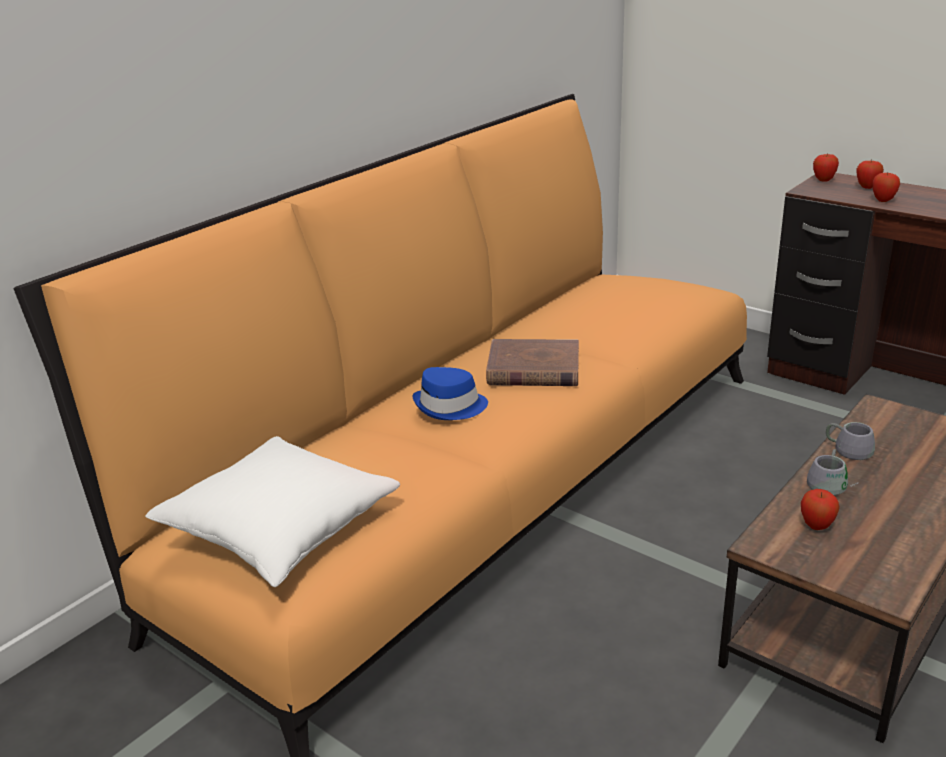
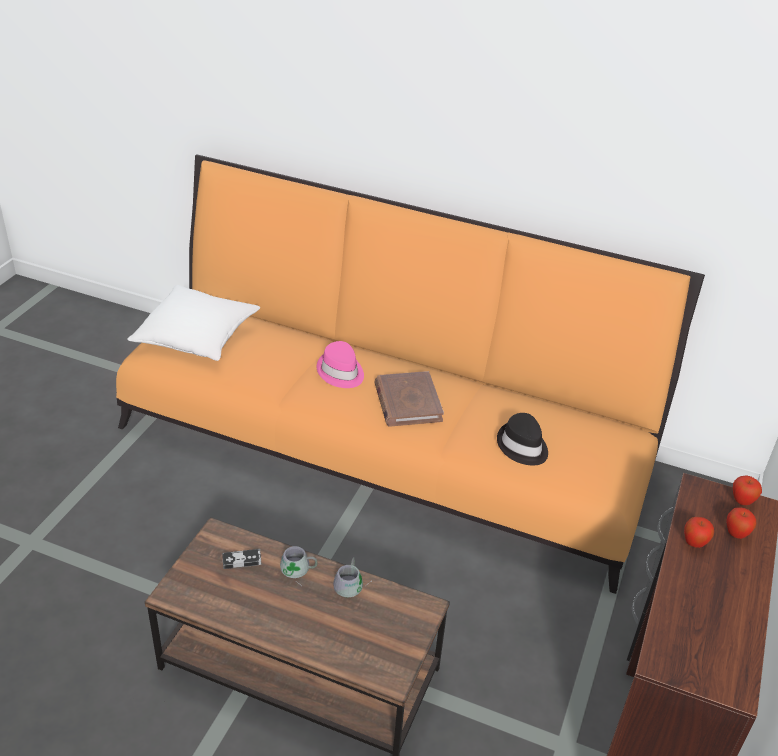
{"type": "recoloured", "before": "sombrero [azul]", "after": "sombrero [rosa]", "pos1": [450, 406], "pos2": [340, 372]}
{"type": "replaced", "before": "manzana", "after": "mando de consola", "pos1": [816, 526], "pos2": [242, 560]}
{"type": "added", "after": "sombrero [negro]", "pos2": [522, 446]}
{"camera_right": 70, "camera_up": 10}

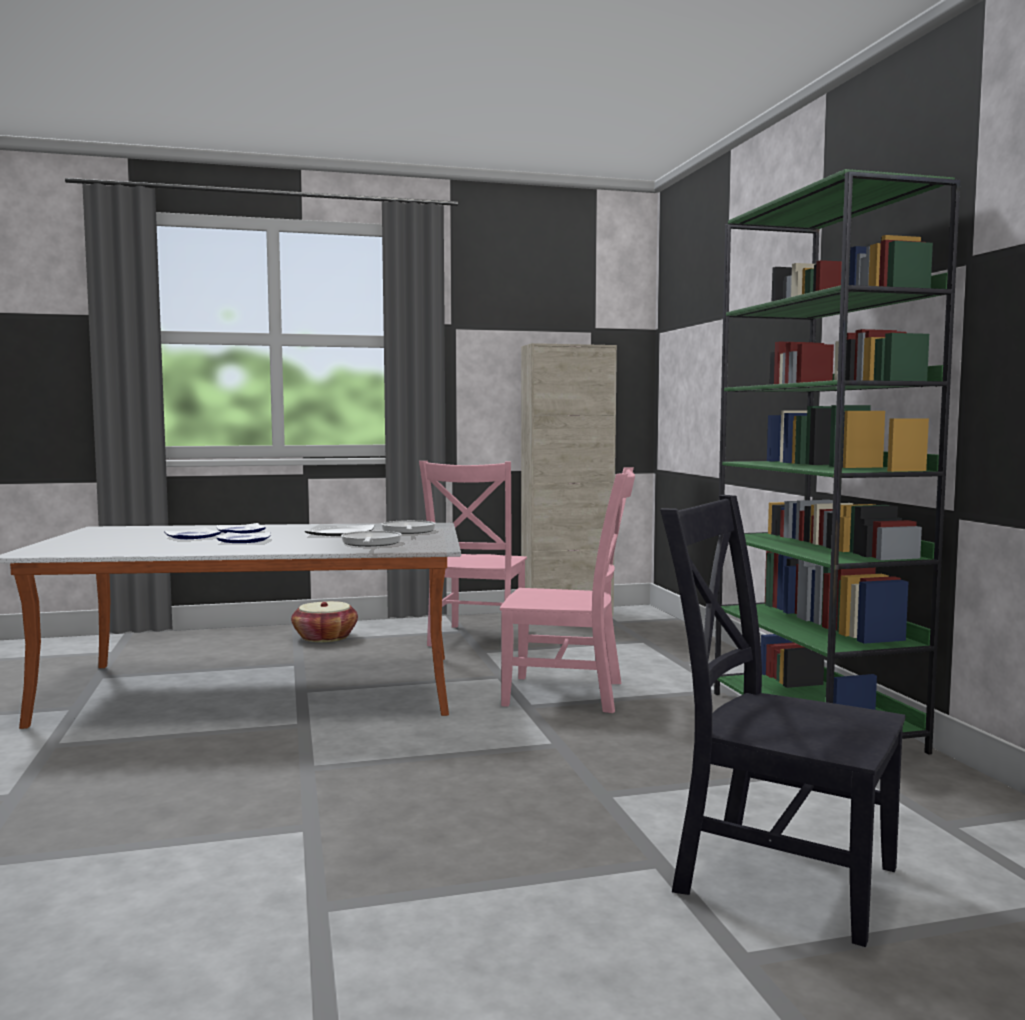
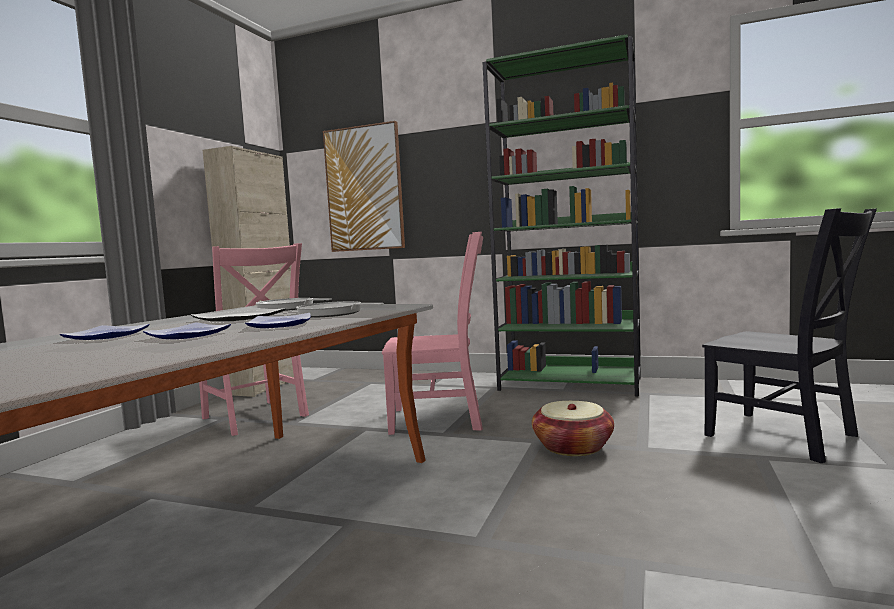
{"type": "moved", "before": "plato", "pos1": [194, 537], "pos2": [281, 324]}
{"type": "moved", "before": "cesta", "pos1": [325, 637], "pos2": [573, 447]}
{"type": "turned", "before": "silla [rosa]", "pos1": [570, 694], "pos2": [441, 419], "turn": 45}
{"type": "turned", "before": "silla [negro]", "pos1": [776, 875], "pos2": [786, 437], "turn": -105}
{"type": "added", "after": "cuadro", "pos2": [364, 189]}
{"camera_right": -55, "camera_up": 0}

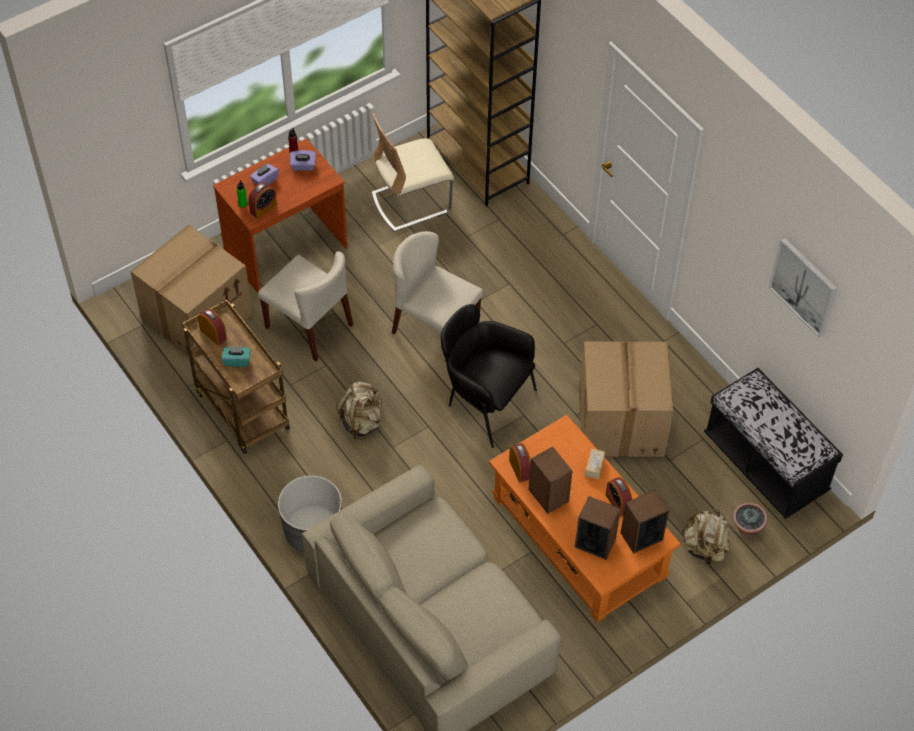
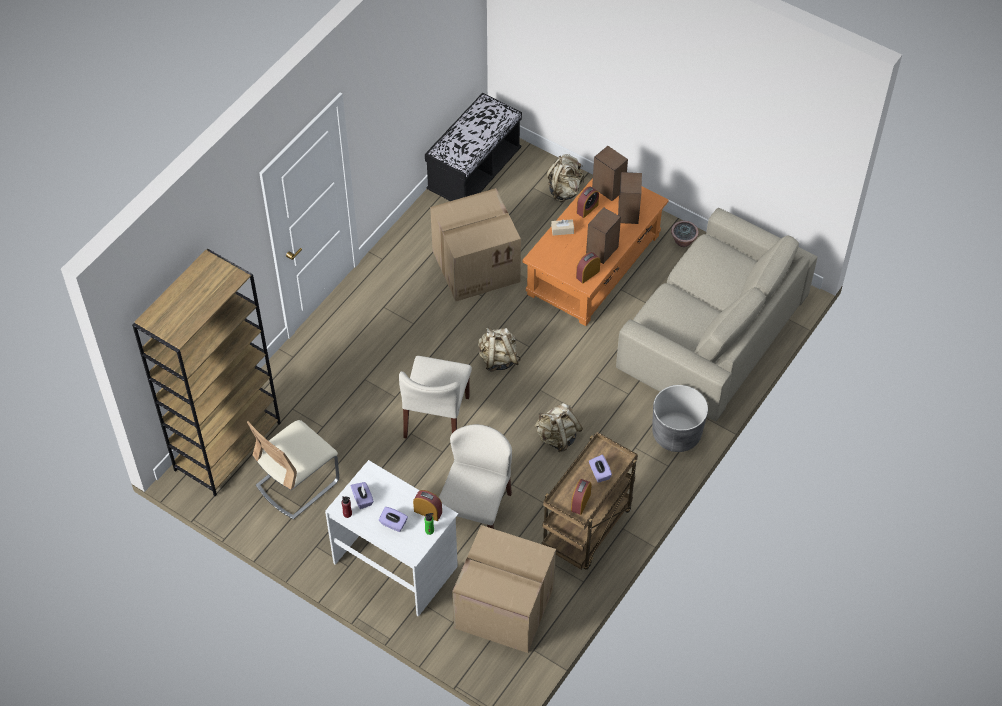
{"type": "recoloured", "before": "escritorio [marrón]", "after": "escritorio [blanco]", "pos1": [286, 251], "pos2": [396, 564]}
{"type": "recoloured", "before": "caja de pañuelos [turquesa]", "after": "caja de pañuelos [morado]", "pos1": [237, 361], "pos2": [599, 473]}
{"type": "turned", "before": "silla [beis]", "pos1": [411, 202], "pos2": [297, 483], "turn": 90}
{"type": "replaced", "before": "sillón [negro]", "after": "mochila [beis]", "pos1": [484, 402], "pos2": [498, 359]}
{"type": "moved", "before": "planta en maceta", "pos1": [747, 528], "pos2": [683, 241]}
{"type": "removed", "before": "cuadro", "pos1": [804, 286]}
{"camera_right": -110, "camera_up": 0}

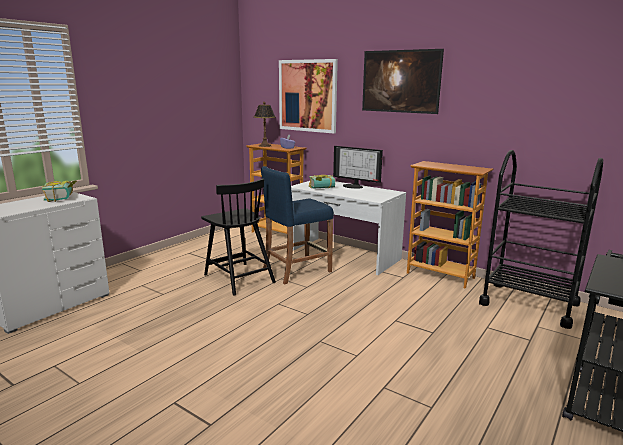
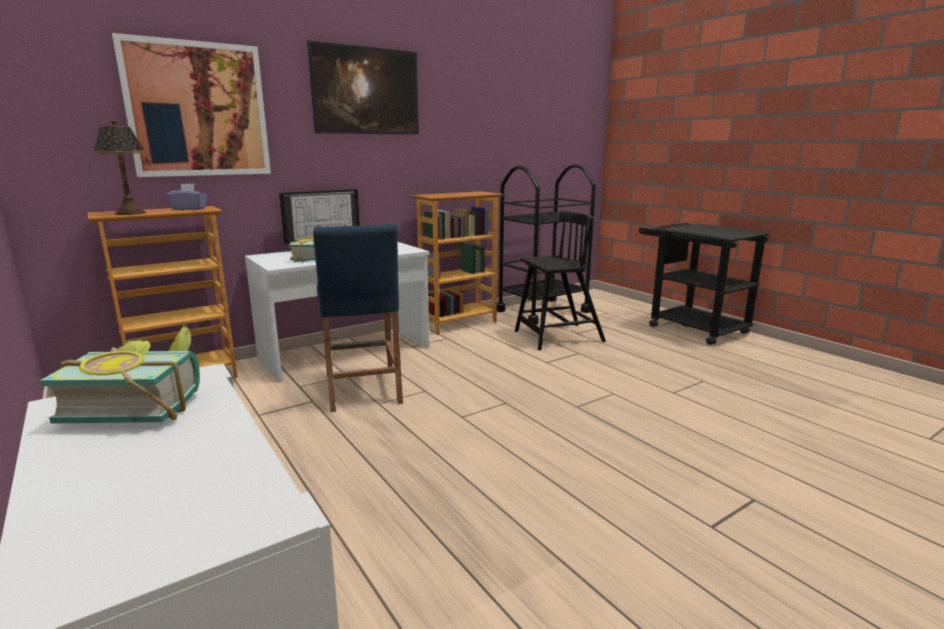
{"type": "moved", "before": "silla [negro]", "pos1": [238, 278], "pos2": [557, 337]}
{"camera_right": -70, "camera_up": 0}

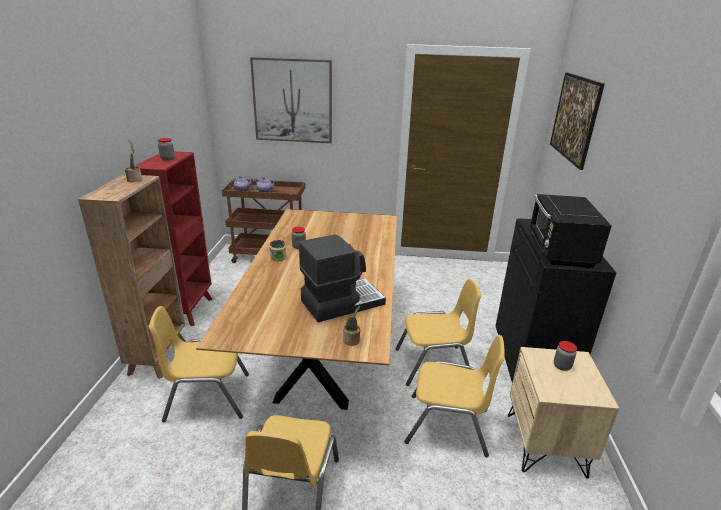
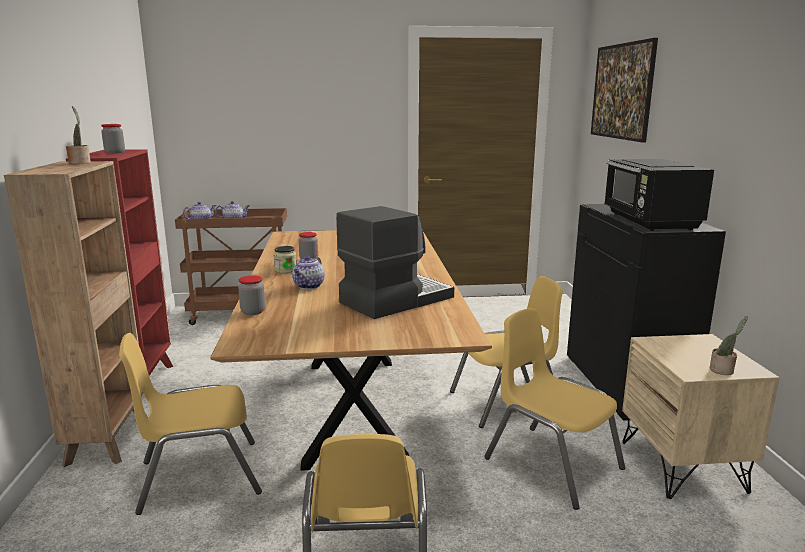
{"type": "removed", "before": "cuadro", "pos1": [292, 101]}
{"type": "moved", "before": "planta en maceta", "pos1": [352, 341], "pos2": [723, 371]}
{"type": "turned", "before": "silla [amarillo]", "pos1": [447, 426], "pos2": [552, 463], "turn": -135}
{"type": "moved", "before": "tarro", "pos1": [562, 366], "pos2": [253, 312]}
{"type": "added", "after": "tetera", "pos2": [309, 286]}
{"camera_right": -10, "camera_up": -10}

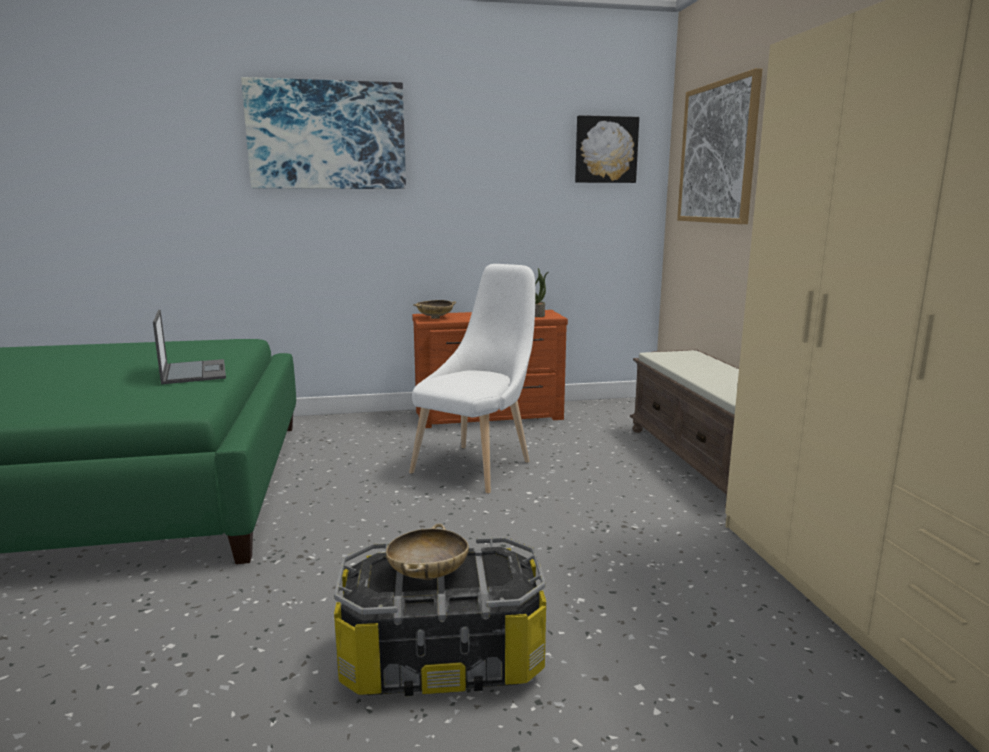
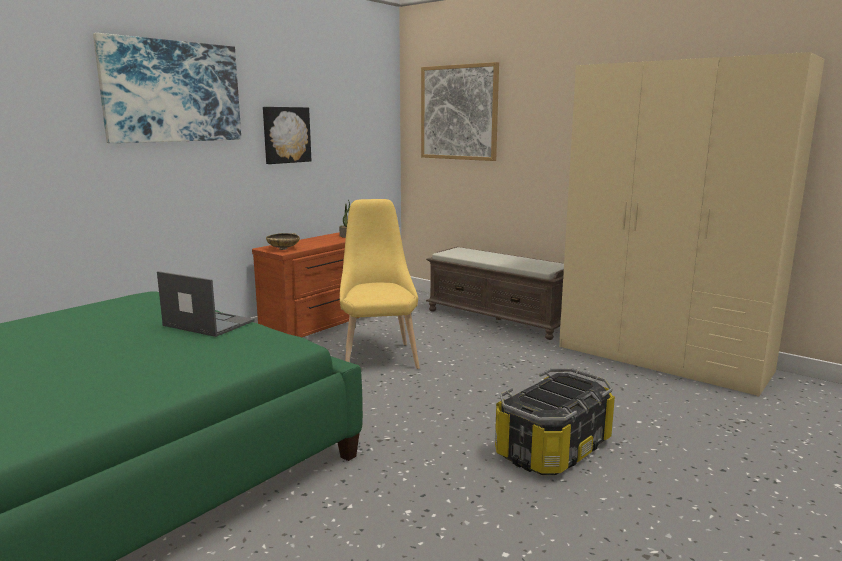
{"type": "removed", "before": "cuenco [beis]", "pos1": [427, 575]}
{"type": "recoloured", "before": "silla [blanco]", "after": "silla [amarillo]", "pos1": [477, 465], "pos2": [378, 355]}
{"type": "moved", "before": "cuadro", "pos1": [605, 150], "pos2": [286, 135]}
{"camera_right": -40, "camera_up": 0}

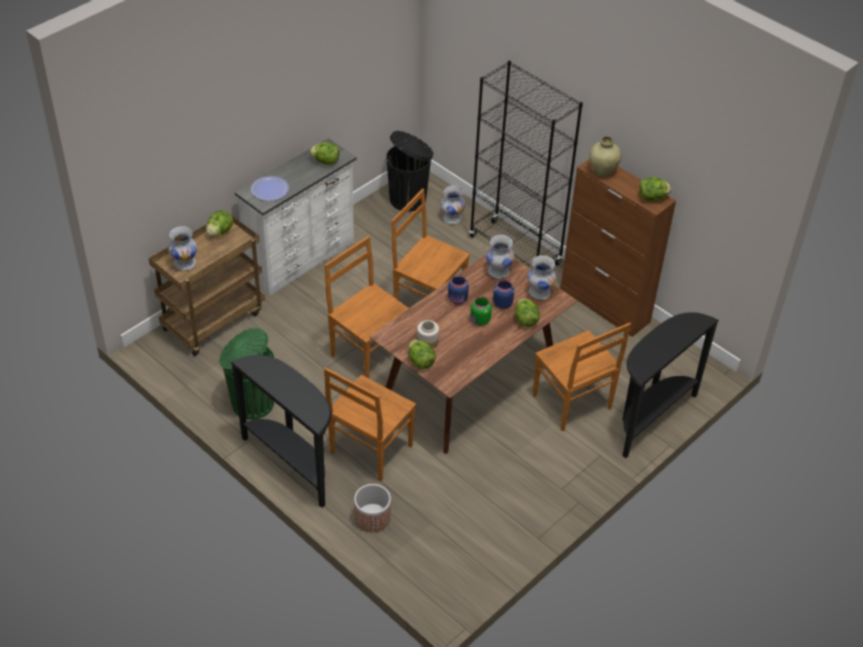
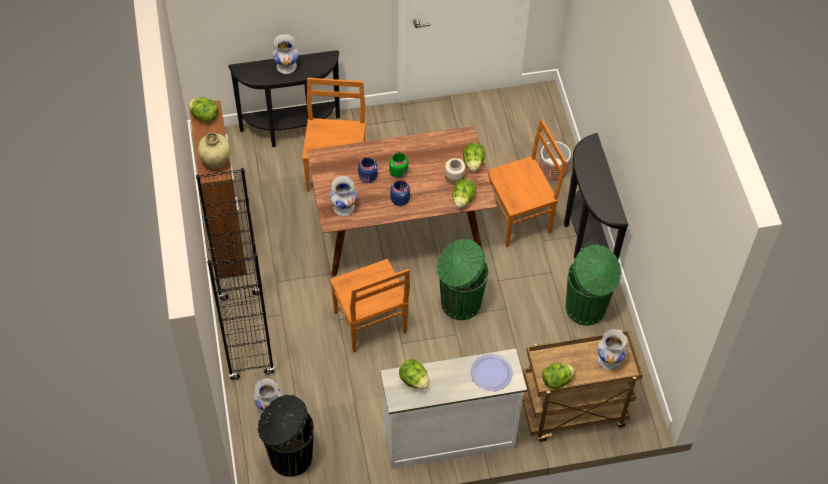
{"type": "replaced", "before": "silla [marrón]", "after": "papelera [verde]", "pos1": [368, 353], "pos2": [459, 303]}
{"type": "moved", "before": "lechuga", "pos1": [525, 320], "pos2": [463, 199]}
{"type": "moved", "before": "florero [blanco]", "pos1": [540, 293], "pos2": [286, 66]}
{"camera_right": -145, "camera_up": 10}

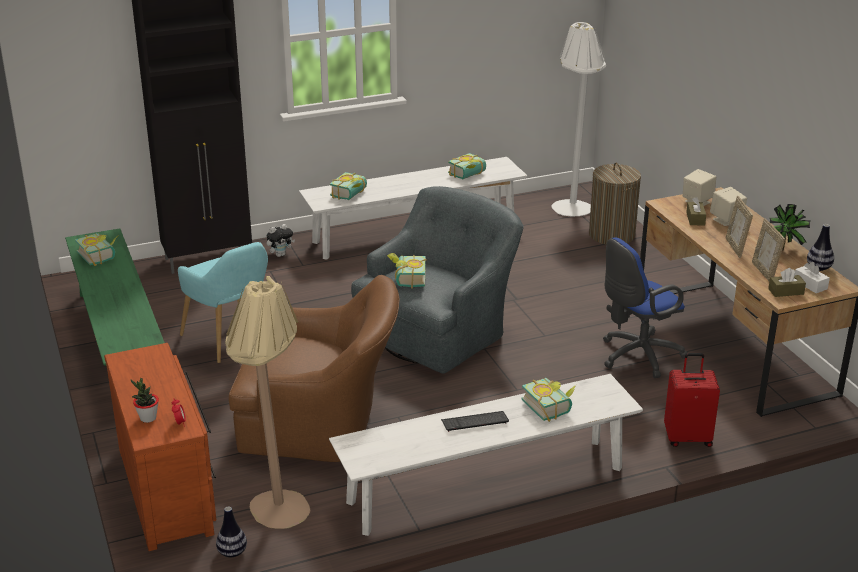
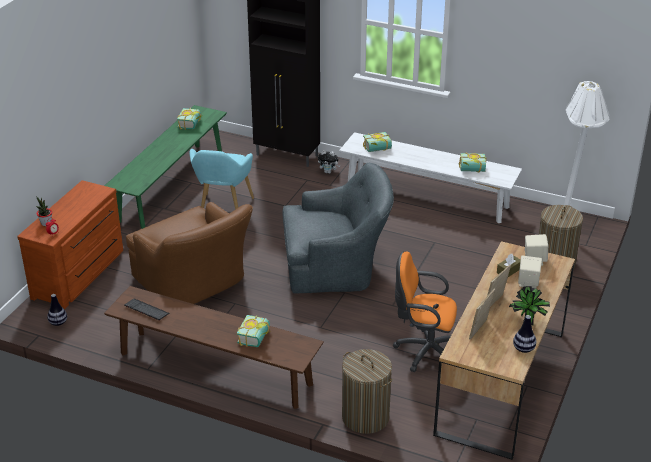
{"type": "removed", "before": "lámpara de pie [beis]", "pos1": [275, 519]}
{"type": "recoloured", "before": "banco [blanco]", "after": "banco [marrón]", "pos1": [486, 485], "pos2": [215, 369]}
{"type": "removed", "before": "libro", "pos1": [406, 279]}
{"type": "moved", "before": "teclado", "pos1": [475, 422], "pos2": [146, 310]}
{"type": "recoloured", "before": "silla de oficina [azul]", "after": "silla de oficina [naranja]", "pos1": [636, 356], "pos2": [424, 351]}
{"type": "replaced", "before": "maleta [rojo]", "after": "cesto de la ropa", "pos1": [687, 437], "pos2": [365, 417]}
{"type": "removed", "before": "caja de pañuelos [marrón]", "pos1": [786, 291]}
{"type": "removed", "before": "caja de pañuelos [blanco]", "pos1": [810, 284]}
{"camera_right": 45, "camera_up": 5}

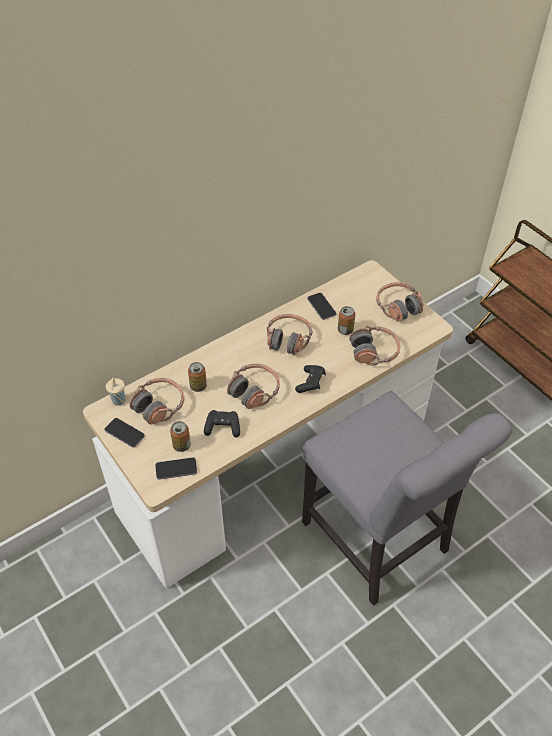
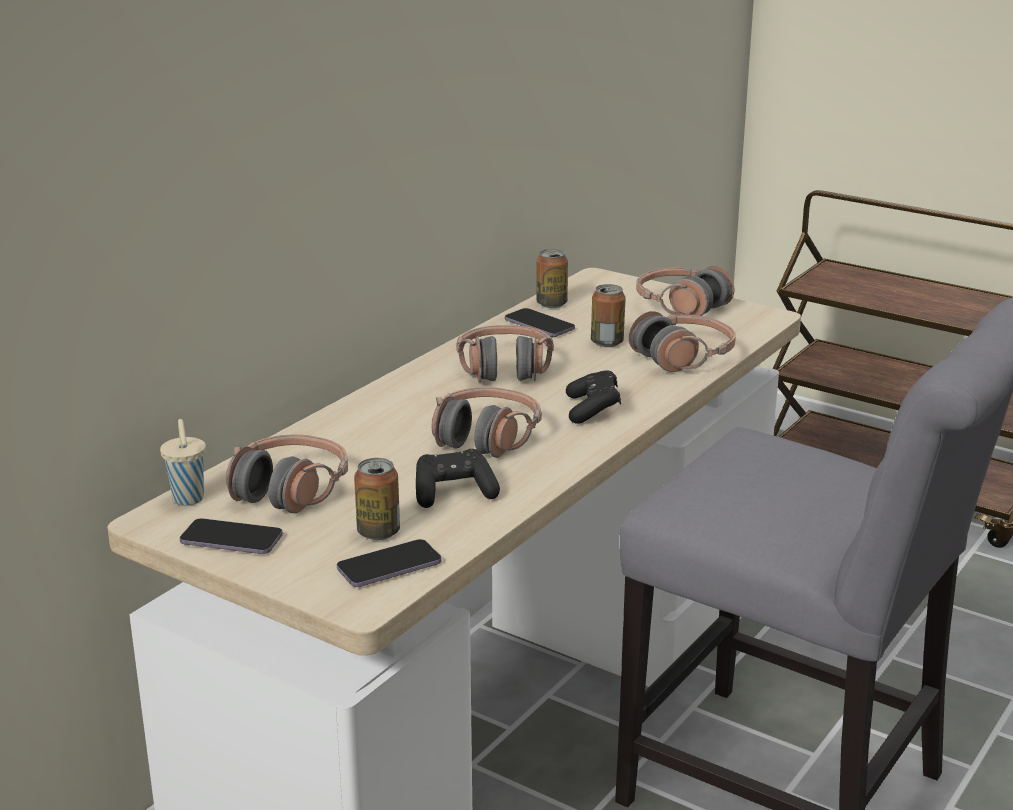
{"type": "moved", "before": "lata", "pos1": [198, 386], "pos2": [551, 304]}
{"camera_right": -20, "camera_up": -25}

